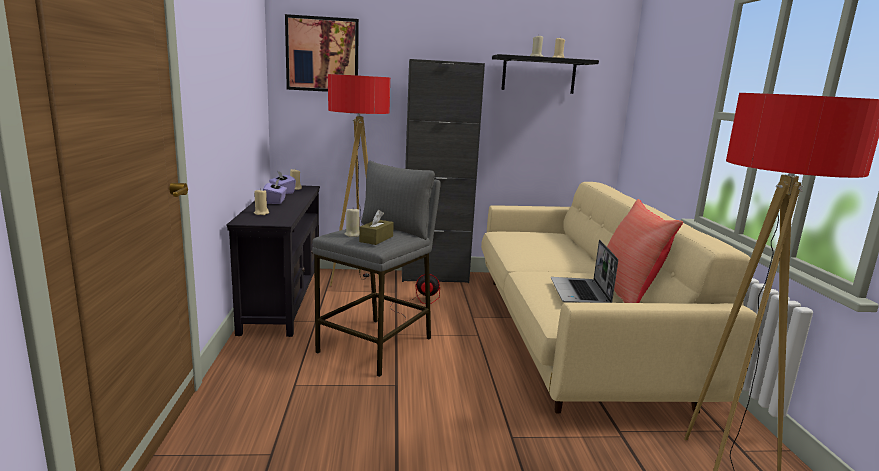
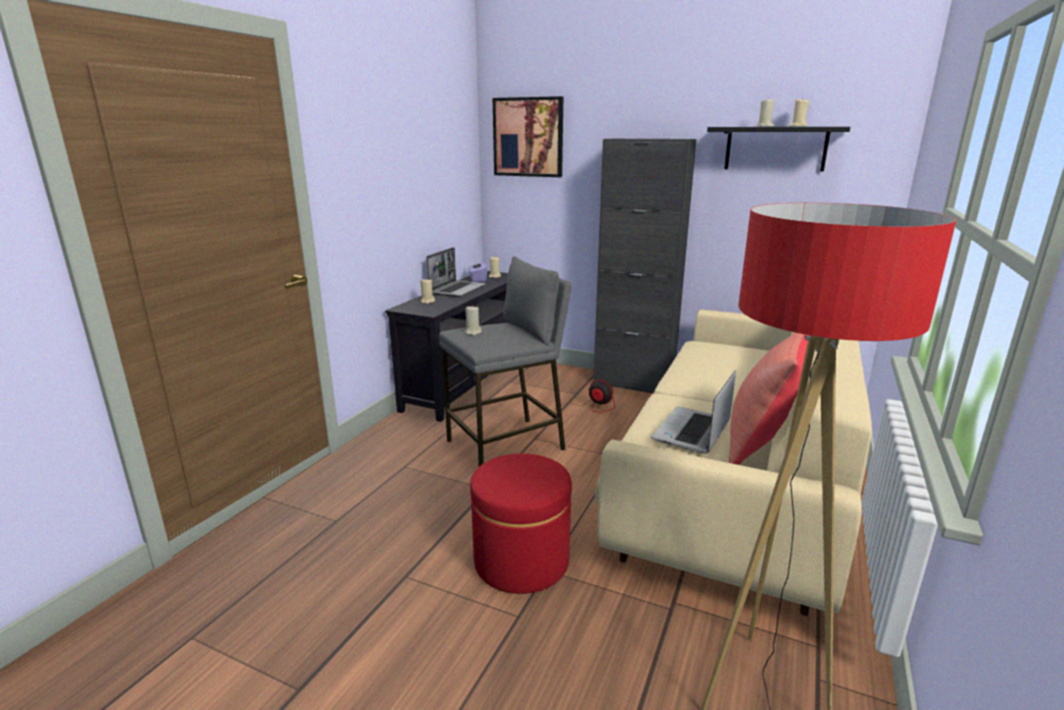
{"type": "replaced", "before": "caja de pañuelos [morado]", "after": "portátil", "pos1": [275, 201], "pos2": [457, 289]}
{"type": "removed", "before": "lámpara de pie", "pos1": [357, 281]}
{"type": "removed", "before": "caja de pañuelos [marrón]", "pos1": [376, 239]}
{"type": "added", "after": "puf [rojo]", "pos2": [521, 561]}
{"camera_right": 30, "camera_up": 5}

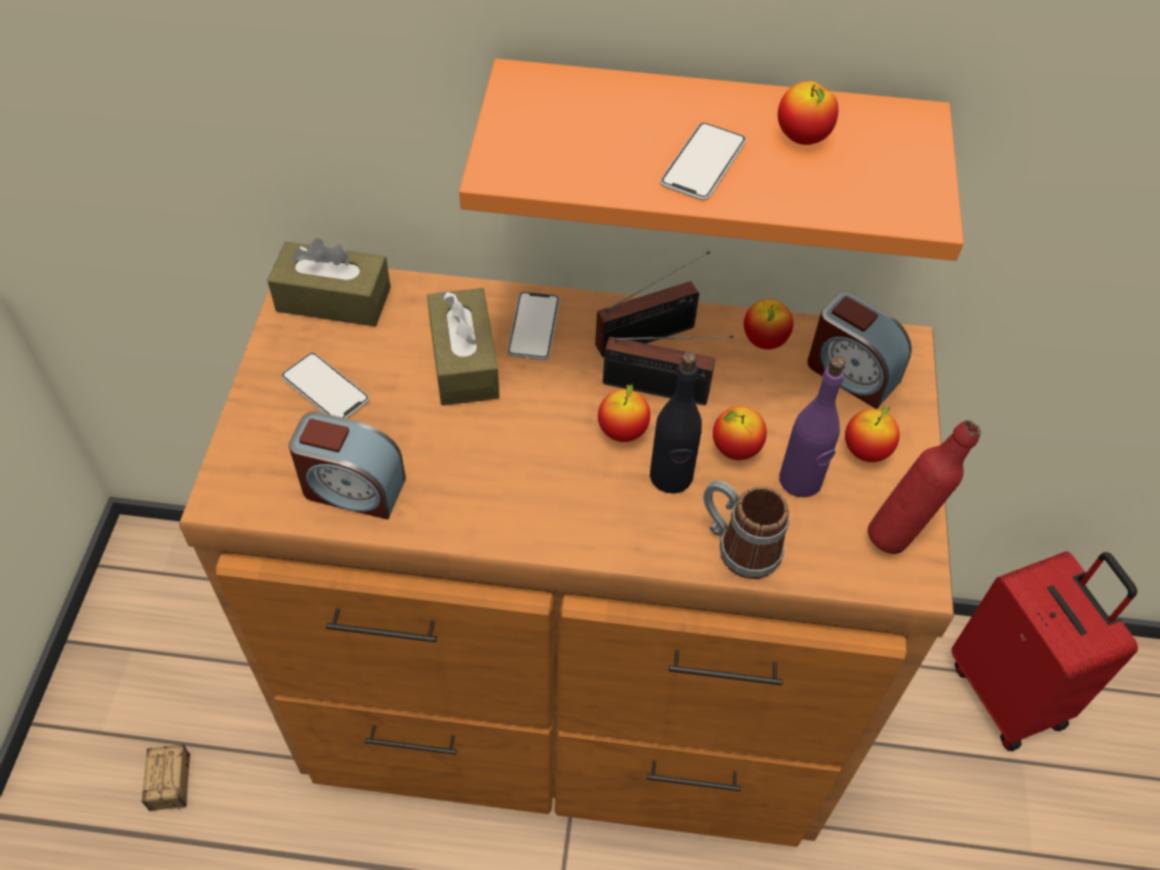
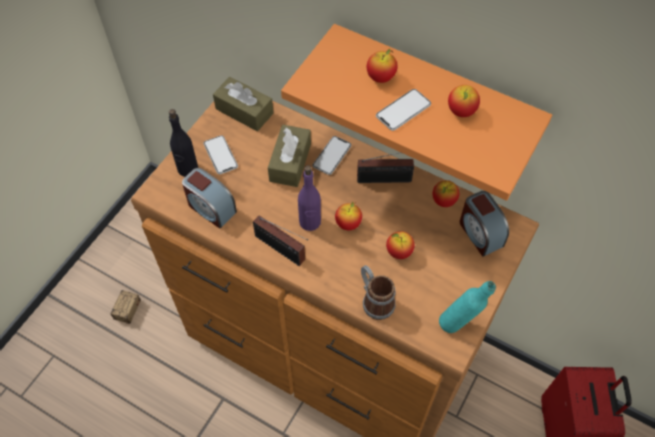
{"type": "moved", "before": "radio", "pos1": [661, 390], "pos2": [282, 250]}
{"type": "moved", "before": "botella [negro]", "pos1": [671, 477], "pos2": [187, 169]}
{"type": "moved", "before": "botella [morado]", "pos1": [801, 480], "pos2": [310, 222]}
{"type": "moved", "before": "manzana", "pos1": [866, 451], "pos2": [381, 77]}
{"type": "recoloured", "before": "botella [rojo]", "after": "botella [turquesa]", "pos1": [901, 533], "pos2": [459, 323]}
{"camera_right": 25, "camera_up": 5}

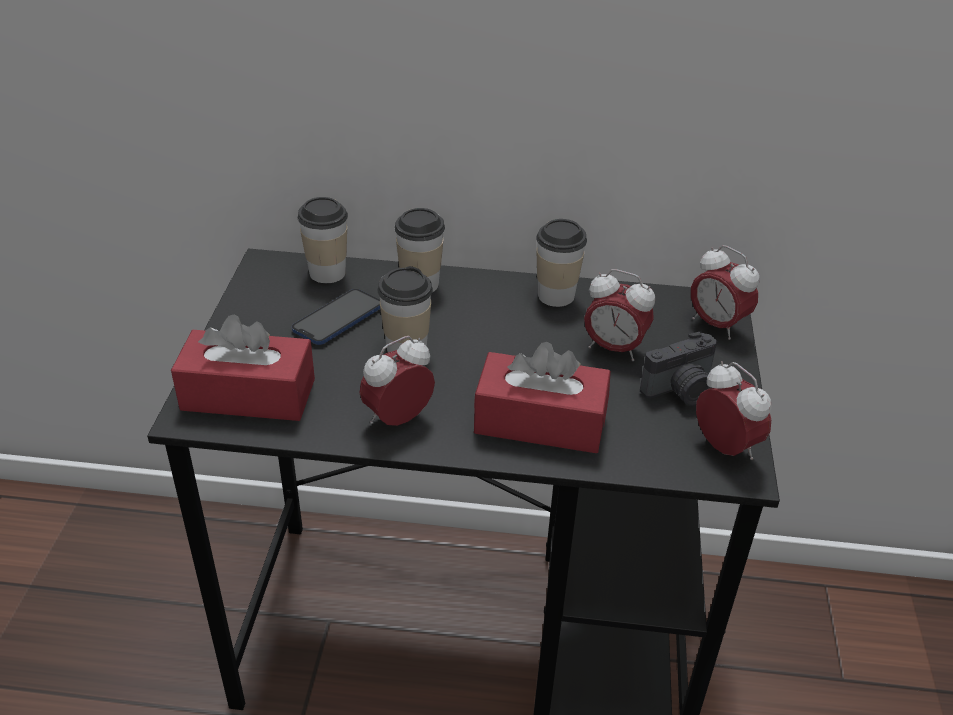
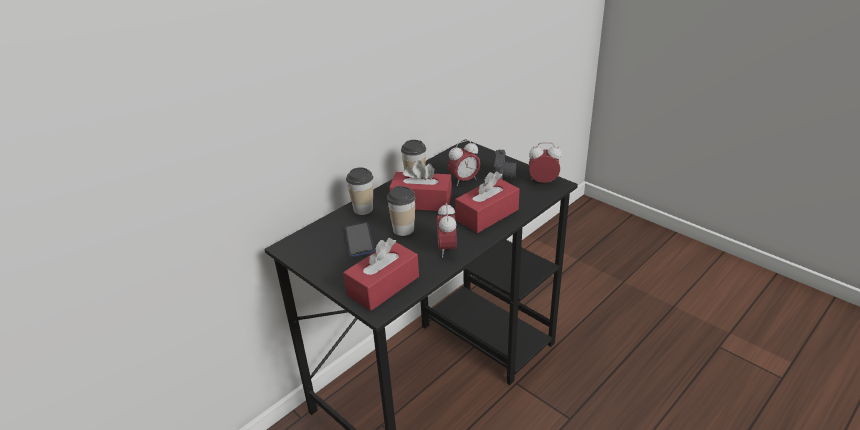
{"type": "removed", "before": "taza", "pos1": [327, 273]}
{"type": "removed", "before": "despertador", "pos1": [716, 325]}
{"type": "added", "after": "caja de pañuelos [rojo]", "pos2": [421, 201]}
{"camera_right": -50, "camera_up": -5}

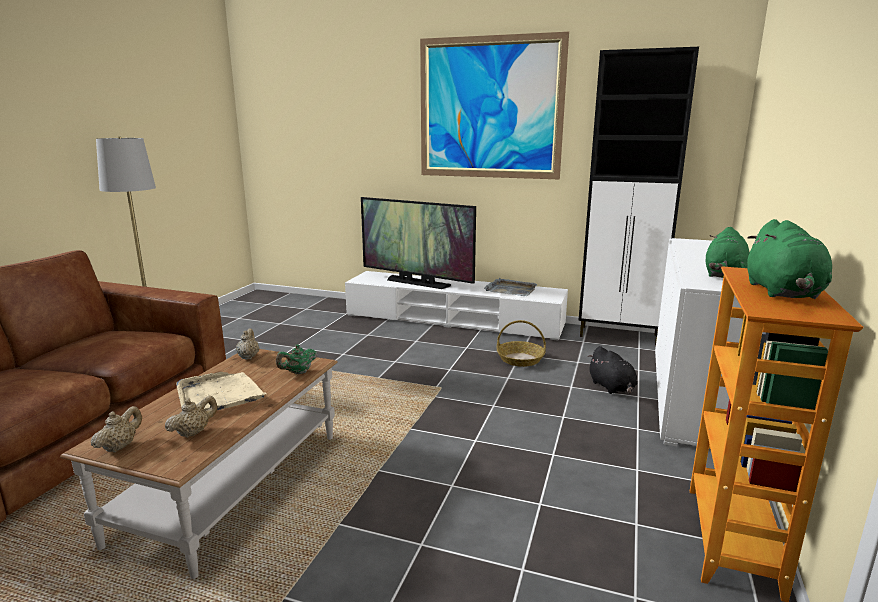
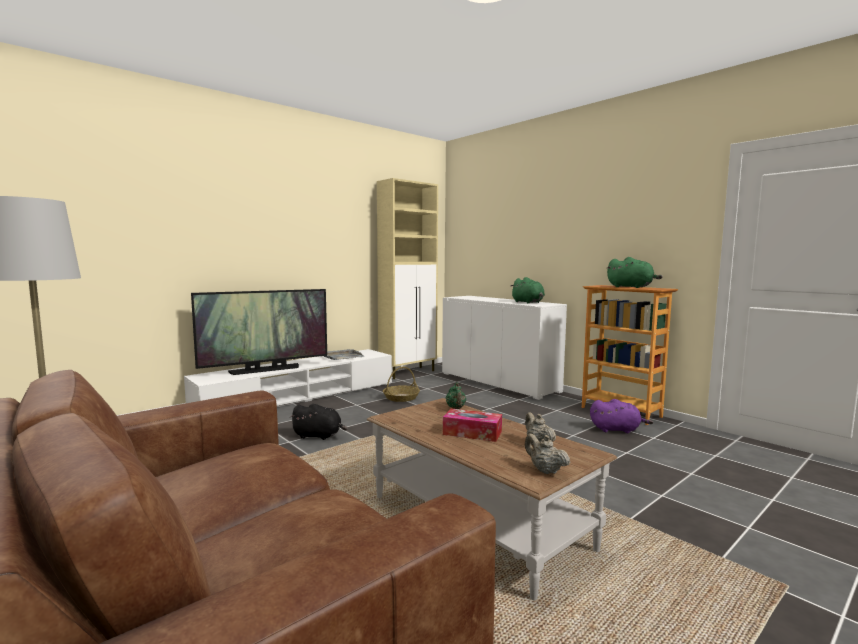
{"type": "replaced", "before": "bandeja [beis]", "after": "caja de pañuelos", "pos1": [219, 395], "pos2": [472, 433]}
{"type": "removed", "before": "tetera [beis]", "pos1": [248, 357]}
{"type": "removed", "before": "cuadro", "pos1": [489, 108]}
{"type": "recoloured", "before": "armario [negro]", "after": "armario [beis]", "pos1": [619, 336], "pos2": [408, 372]}
{"type": "moved", "before": "peluche [negro]", "pos1": [612, 388], "pos2": [319, 436]}
{"type": "added", "after": "peluche [morado]", "pos2": [617, 430]}
{"camera_right": -60, "camera_up": -10}

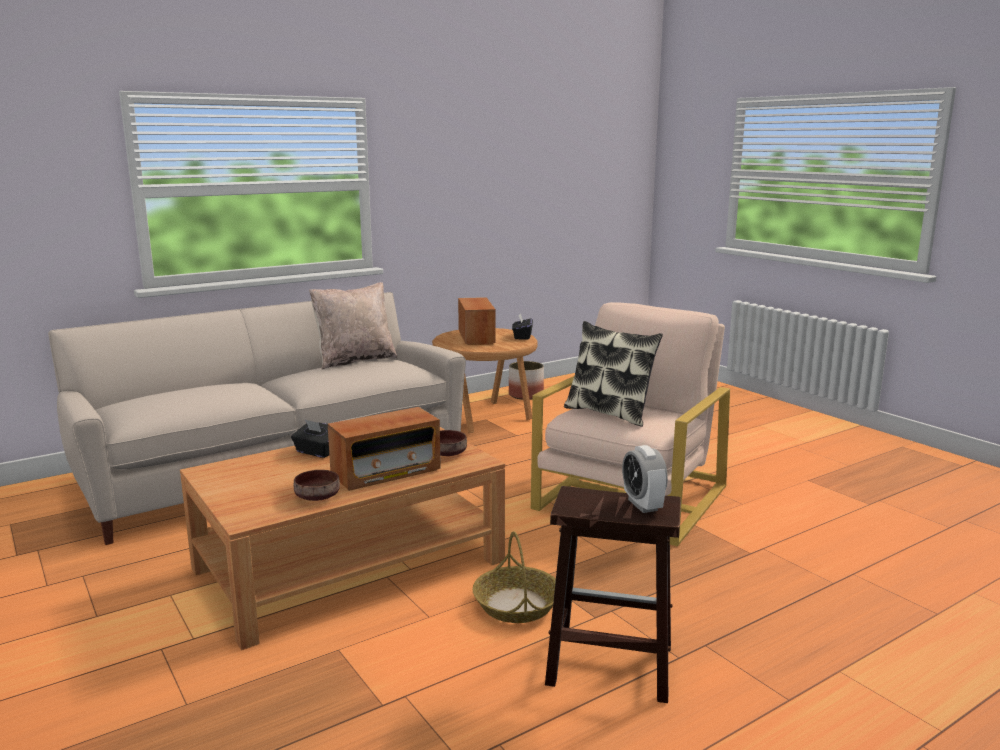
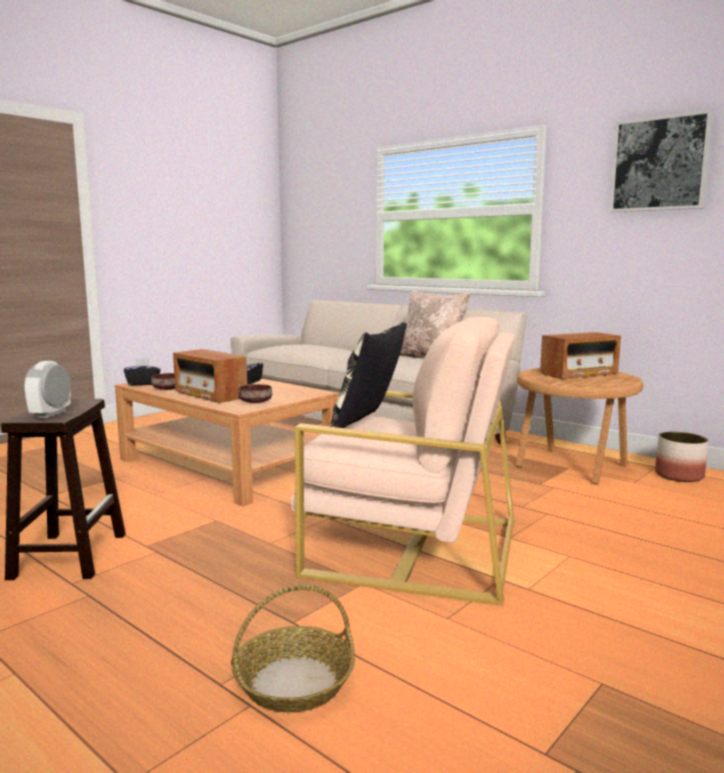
{"type": "moved", "before": "cesta", "pos1": [517, 605], "pos2": [293, 682]}
{"type": "moved", "before": "caja de pañuelos [negro]", "pos1": [522, 337], "pos2": [143, 383]}
{"type": "turned", "before": "despertador", "pos1": [642, 505], "pos2": [51, 414], "turn": -45}
{"type": "added", "after": "cuadro", "pos2": [659, 164]}
{"camera_right": 75, "camera_up": -5}

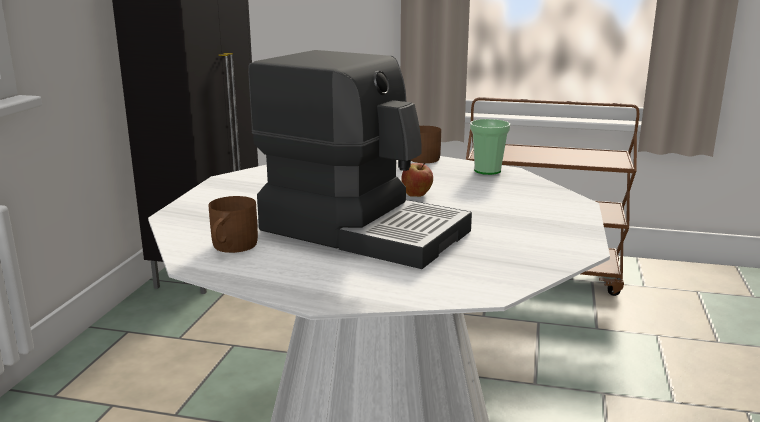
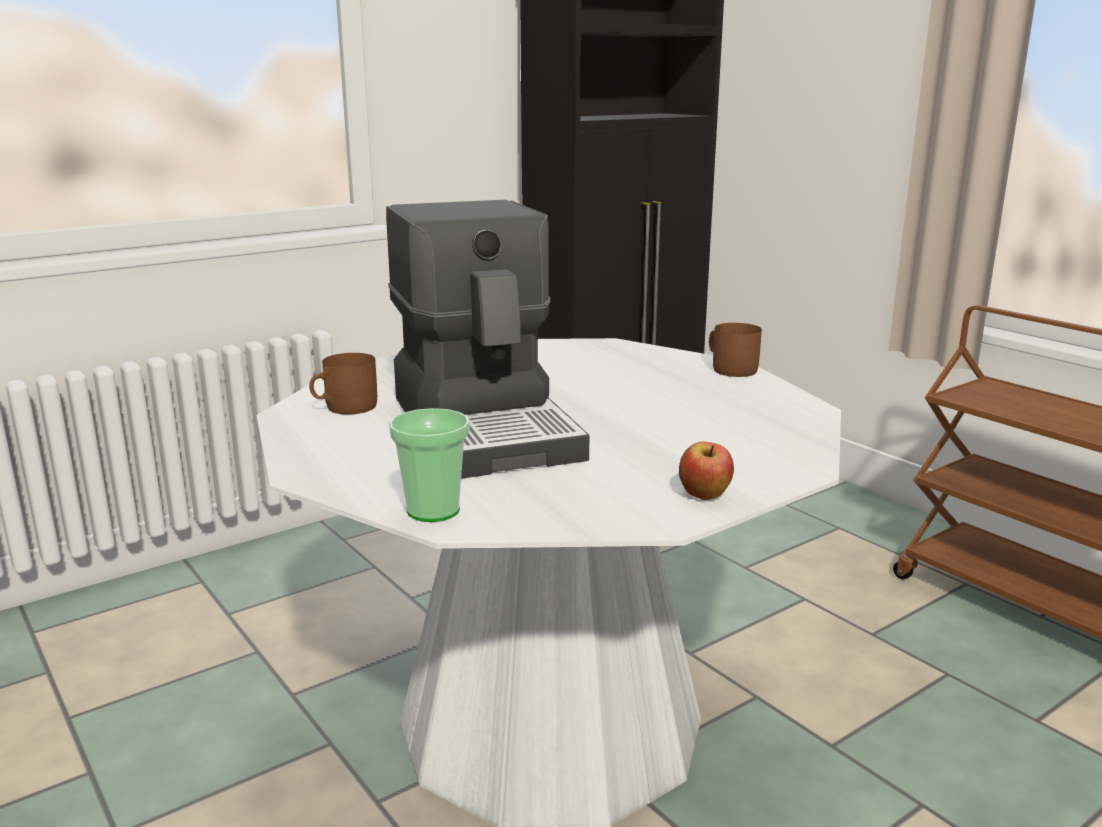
{"type": "moved", "before": "manzana", "pos1": [417, 195], "pos2": [704, 496]}
{"type": "moved", "before": "taza", "pos1": [487, 170], "pos2": [433, 510]}
{"camera_right": 40, "camera_up": 0}

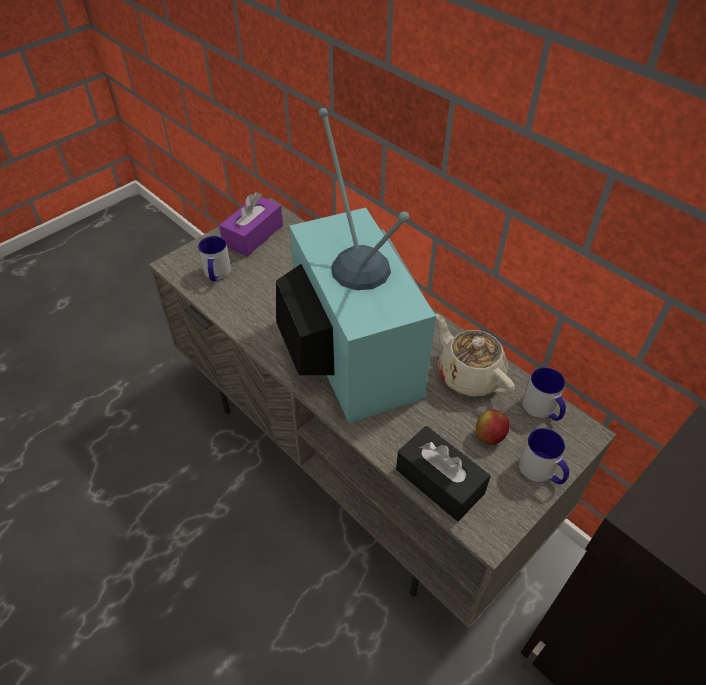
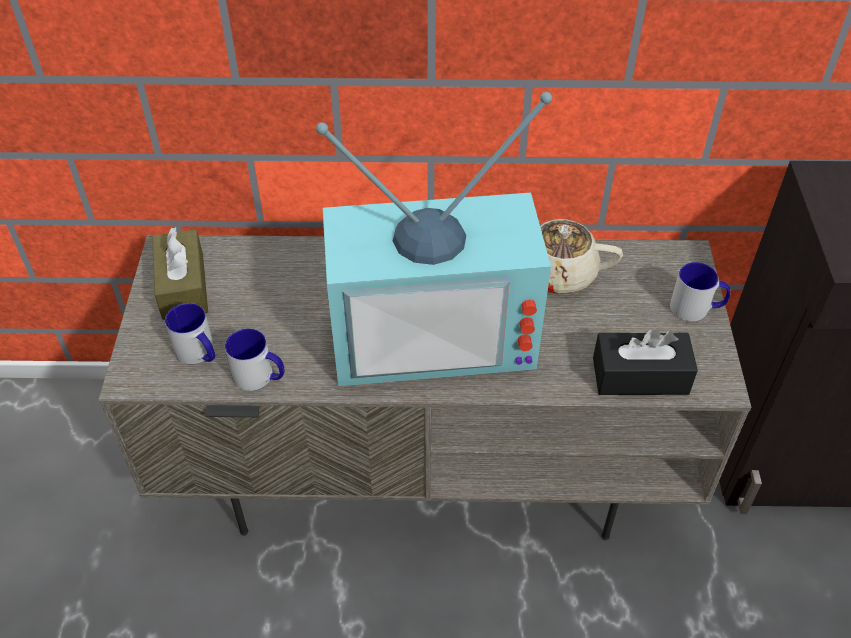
{"type": "recoloured", "before": "caja de pañuelos [morado]", "after": "caja de pañuelos [marrón]", "pos1": [253, 235], "pos2": [183, 286]}
{"type": "turned", "before": "televisor", "pos1": [347, 352], "pos2": [434, 331], "turn": 150}
{"type": "removed", "before": "manzana", "pos1": [489, 436]}
{"type": "moved", "before": "taza grande", "pos1": [543, 410], "pos2": [260, 377]}
{"camera_right": -45, "camera_up": 0}

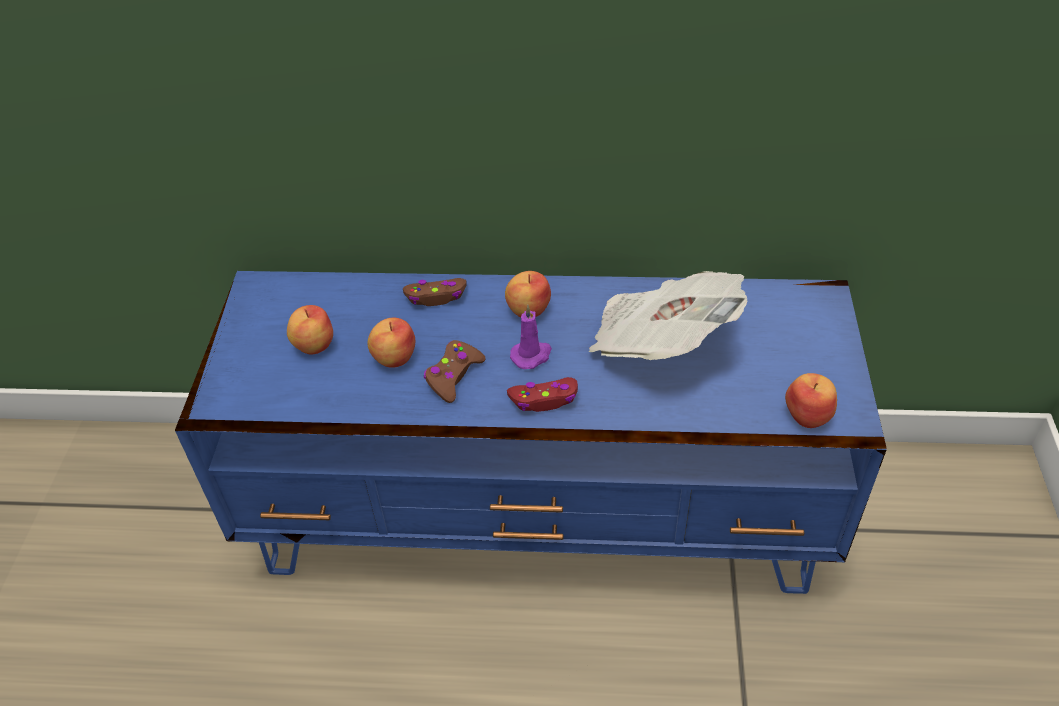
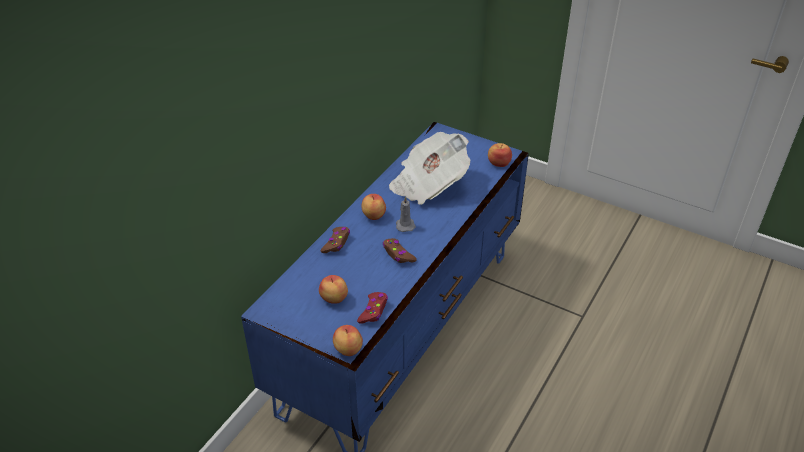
{"type": "moved", "before": "manzana", "pos1": [394, 357], "pos2": [347, 349]}
{"type": "moved", "before": "mando de consola [rojo]", "pos1": [544, 399], "pos2": [373, 311]}
{"type": "recoloured", "before": "vela [morado]", "after": "vela [gris]", "pos1": [532, 355], "pos2": [405, 225]}
{"camera_right": -65, "camera_up": -5}

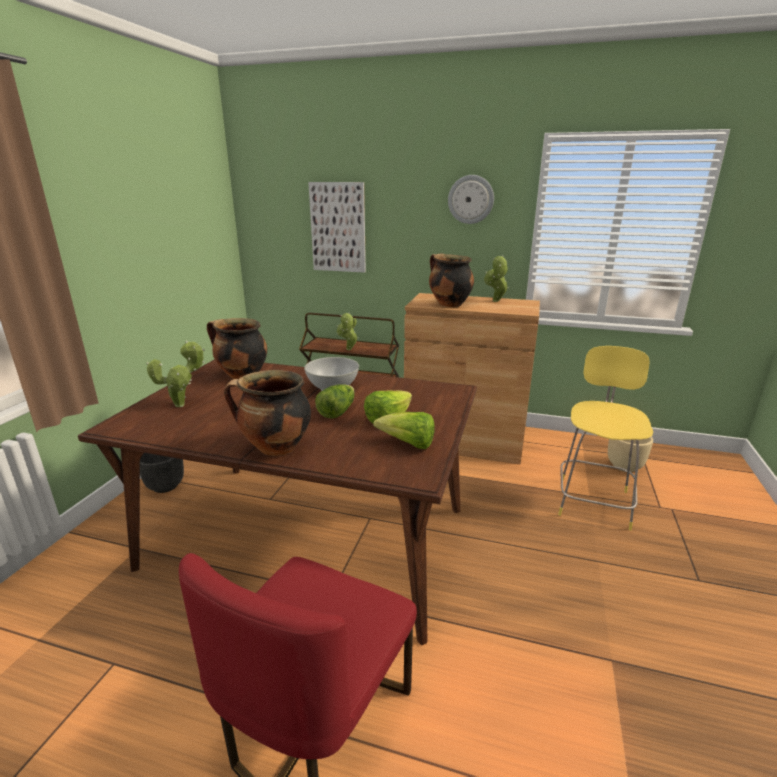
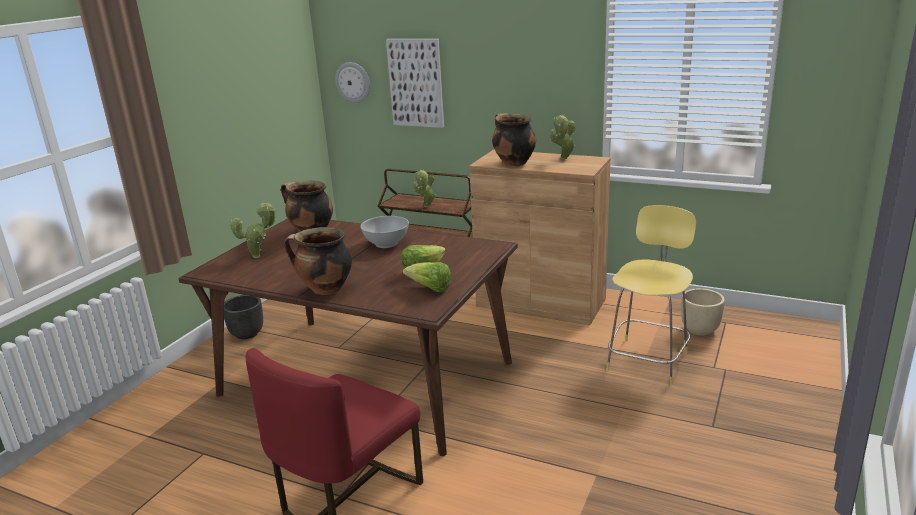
{"type": "removed", "before": "lechuga", "pos1": [337, 411]}
{"type": "moved", "before": "reloj de pared", "pos1": [471, 199], "pos2": [353, 82]}
{"camera_right": 10, "camera_up": 0}

